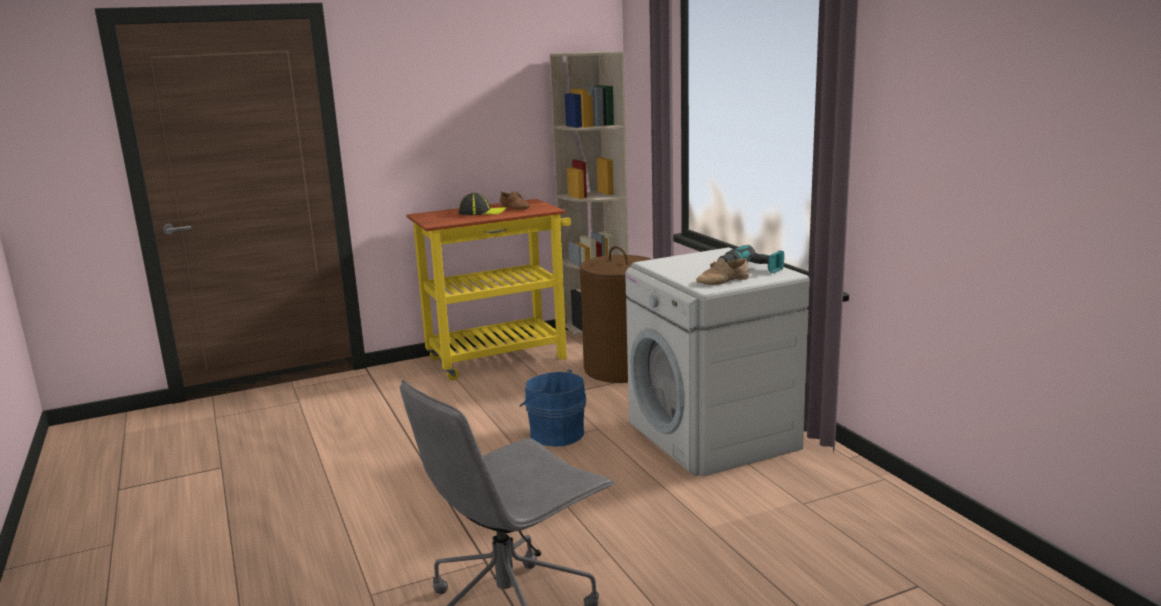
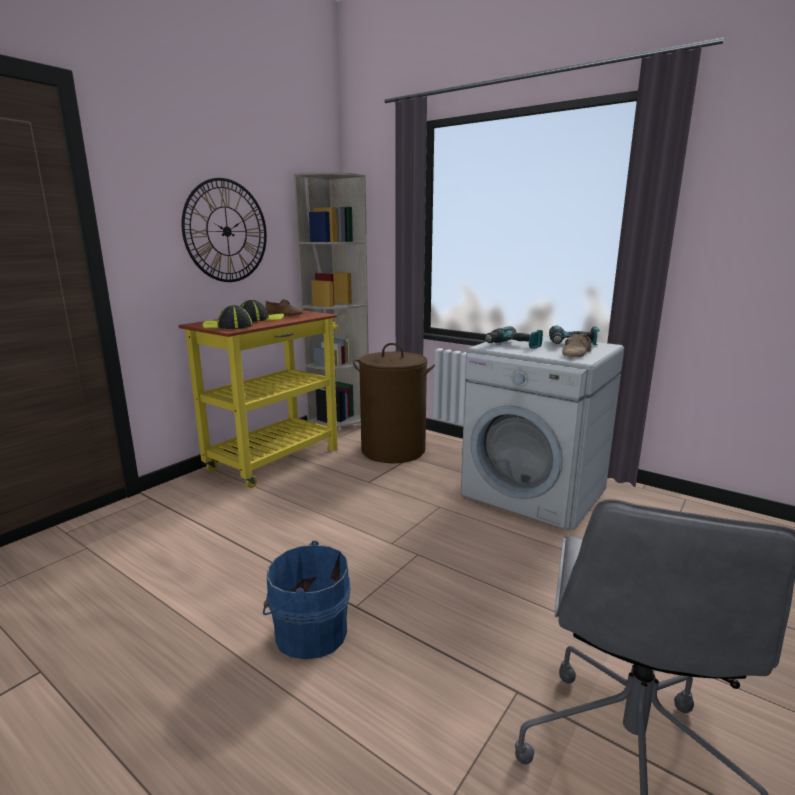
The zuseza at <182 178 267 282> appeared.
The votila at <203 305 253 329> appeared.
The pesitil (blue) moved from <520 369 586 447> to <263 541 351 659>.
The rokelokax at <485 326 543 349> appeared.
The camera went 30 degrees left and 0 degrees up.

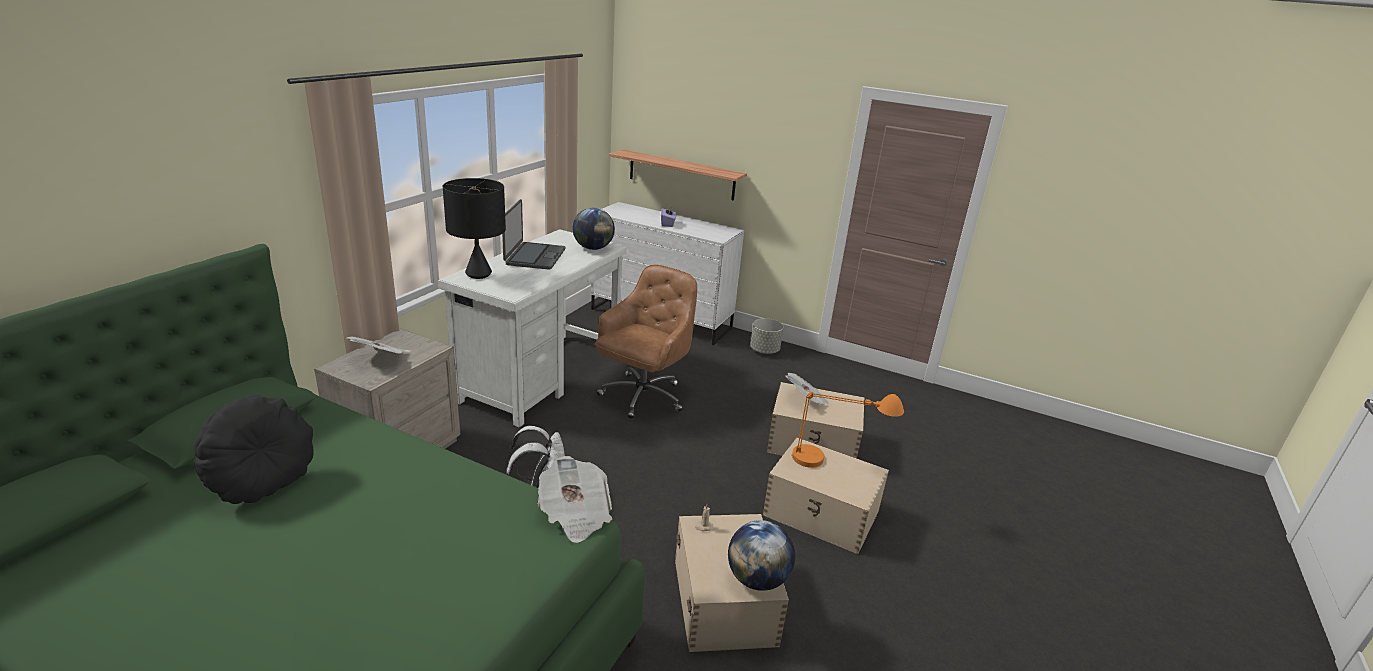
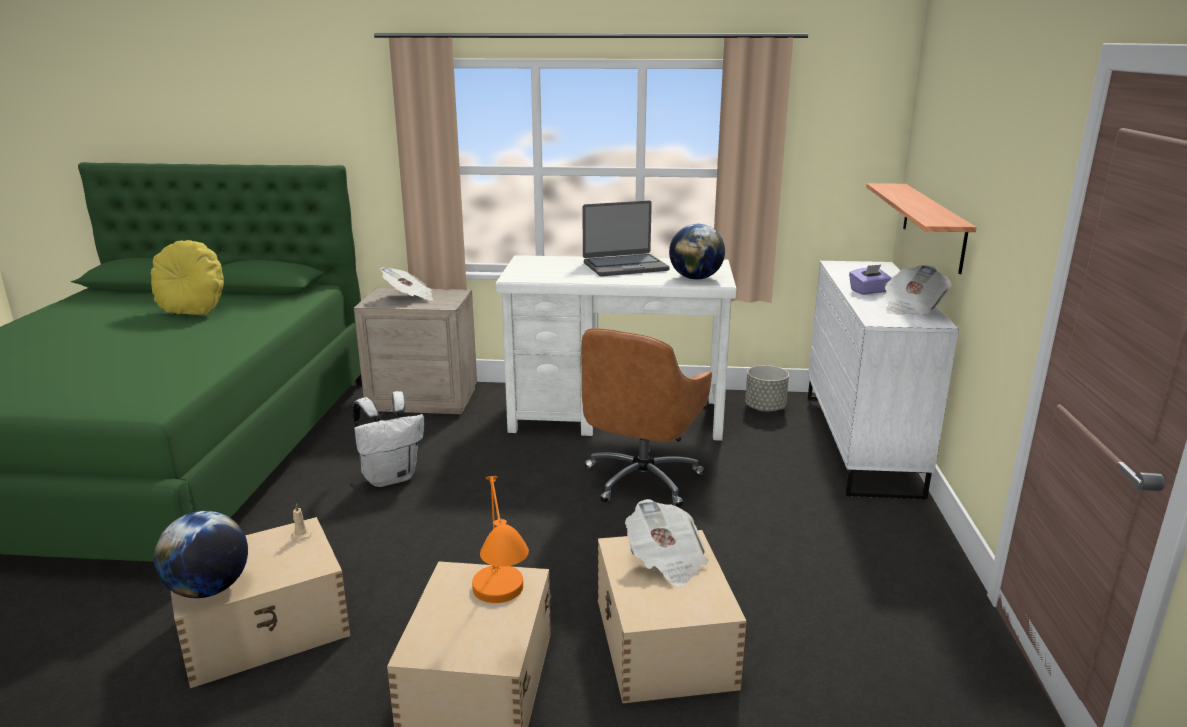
The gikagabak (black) at <193 395 314 504> became the gikagabak (yellow) at <151 240 224 315>.
The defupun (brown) at <595 264 697 419> turned 105 degrees clockwise.
The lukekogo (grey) moved from <750 318 784 354> to <745 365 789 412>.
The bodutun moved from <538 456 612 543> to <884 265 952 315>.
The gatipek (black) at <443 178 506 279> disappeared.
The camera went 70 degrees right and 5 degrees down.

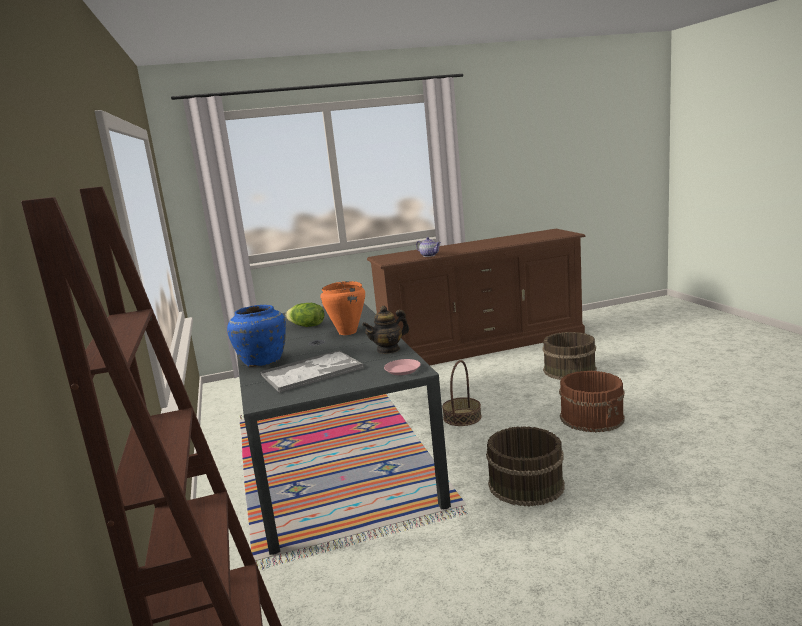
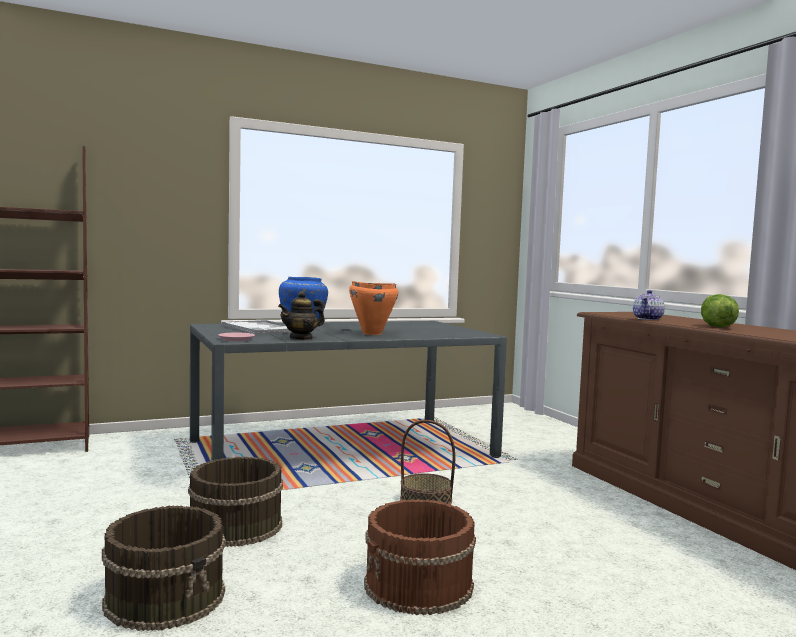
The pesitil (brown) moved from <542 332 597 380> to <102 505 226 631>.
The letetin at <362 306 409 354> turned 90 degrees counterclockwise.
The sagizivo moved from <286 303 324 327> to <701 294 739 327>.
The camera went 80 degrees right and 10 degrees down.

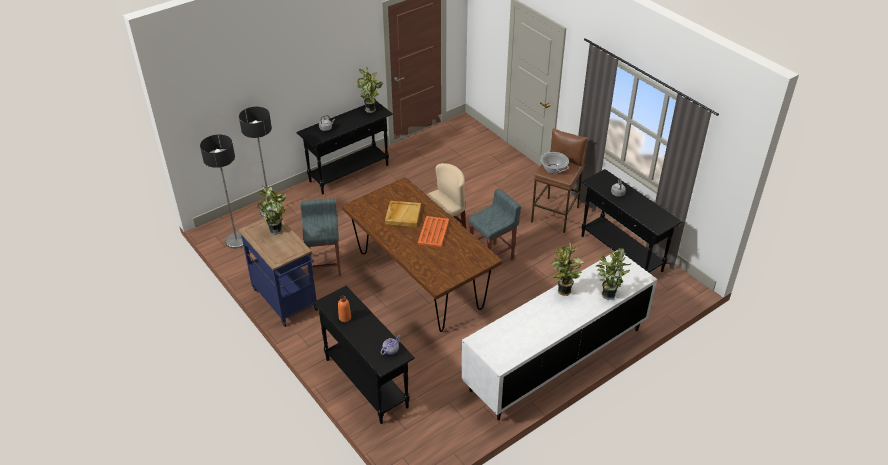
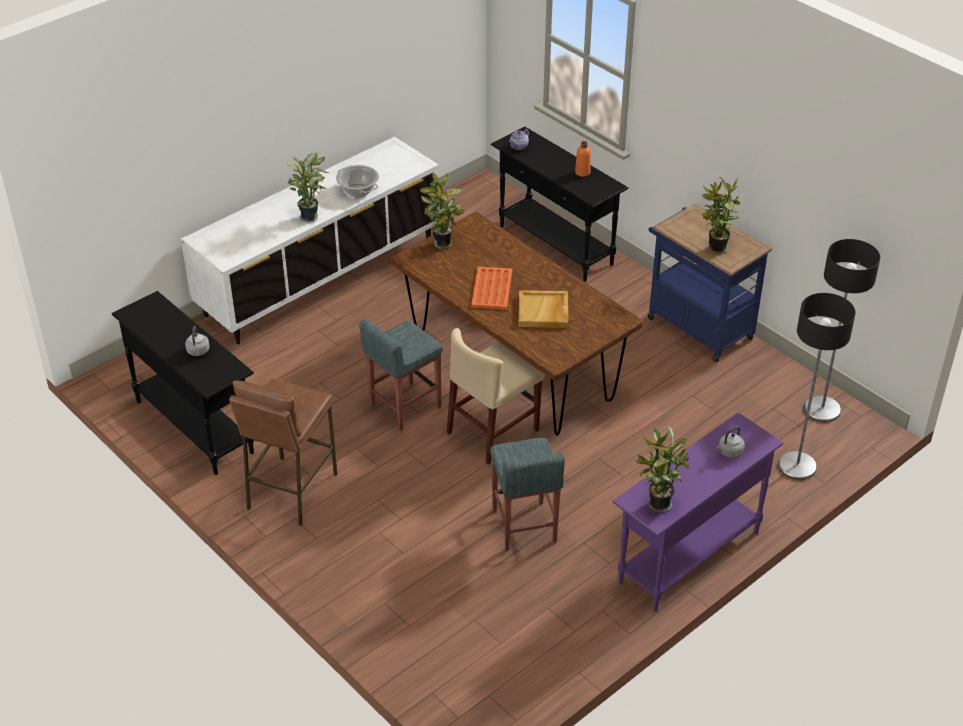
The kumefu moved from <540 152 569 174> to <336 165 379 197>.
The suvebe moved from <595 248 632 300> to <420 173 465 249>.
The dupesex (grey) moved from <300 199 341 276> to <490 438 565 551>.
The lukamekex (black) at <296 101 393 194> became the lukamekex (purple) at <612 413 784 612>.
The camera went 175 degrees right and 0 degrees up.

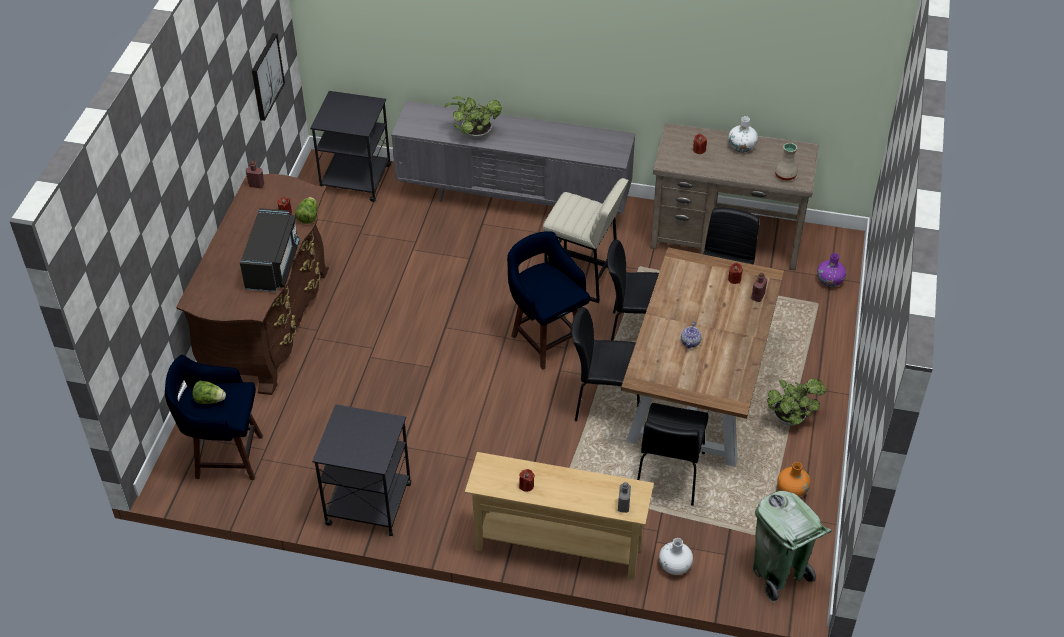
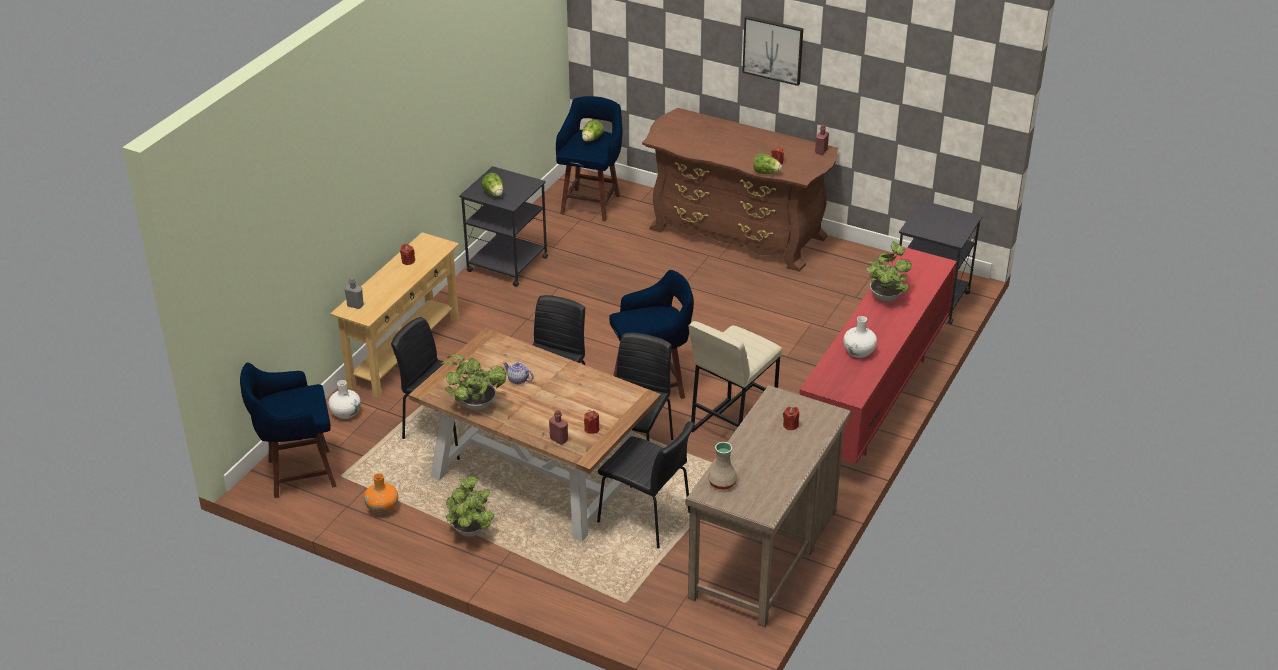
The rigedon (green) at <752 491 832 603> was replaced by the dupesex (blue) at <240 362 336 498>.
The suvebe at <441 354 506 411> appeared.
The sagizivo at <482 173 503 197> appeared.
The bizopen moved from <252 33 285 121> to <742 16 803 86>.
The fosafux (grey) at <391 101 635 214> became the fosafux (red) at <799 246 957 464>.
The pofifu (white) moved from <728 116 758 153> to <843 316 877 358>.
The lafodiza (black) at <240 208 300 292> disappeared.
The pofifu (purple) at <817 253 846 287> disappeared.
The camera went 105 degrees right and 10 degrees down.

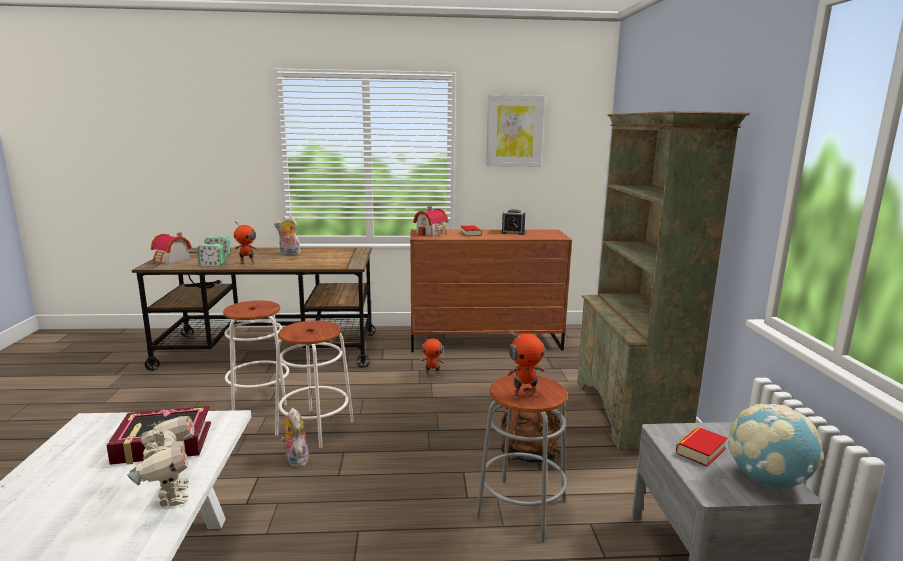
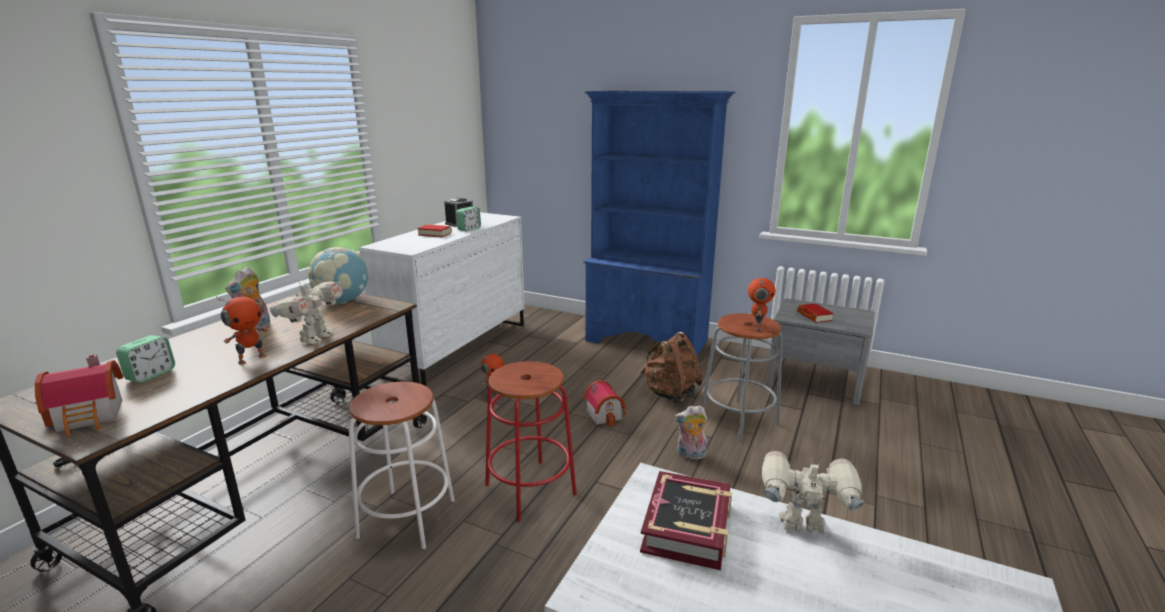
The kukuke at <269 278 343 344> appeared.
The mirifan moved from <728 404 823 488> to <308 247 369 304>.
The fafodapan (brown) at <410 229 572 352> became the fafodapan (white) at <359 212 525 386>.
The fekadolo moved from <197 244 225 267> to <456 207 481 231>.
The dupesex (white) at <275 320 354 448> became the dupesex (red) at <485 361 577 521>.
The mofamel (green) at <577 111 750 450> became the mofamel (blue) at <584 91 735 355>.
The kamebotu moved from <413 206 448 236> to <584 380 627 426>.
The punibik moved from <281 408 309 467> to <674 405 707 459>.
The bizopen at <486 95 545 167> disappeared.
The camera went 60 degrees left and 5 degrees up.

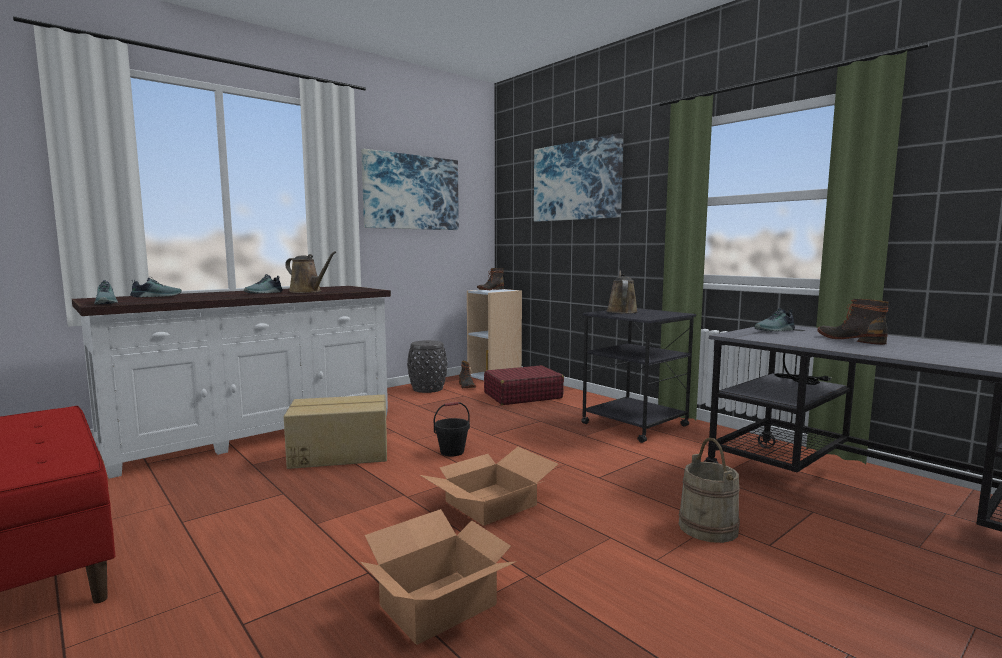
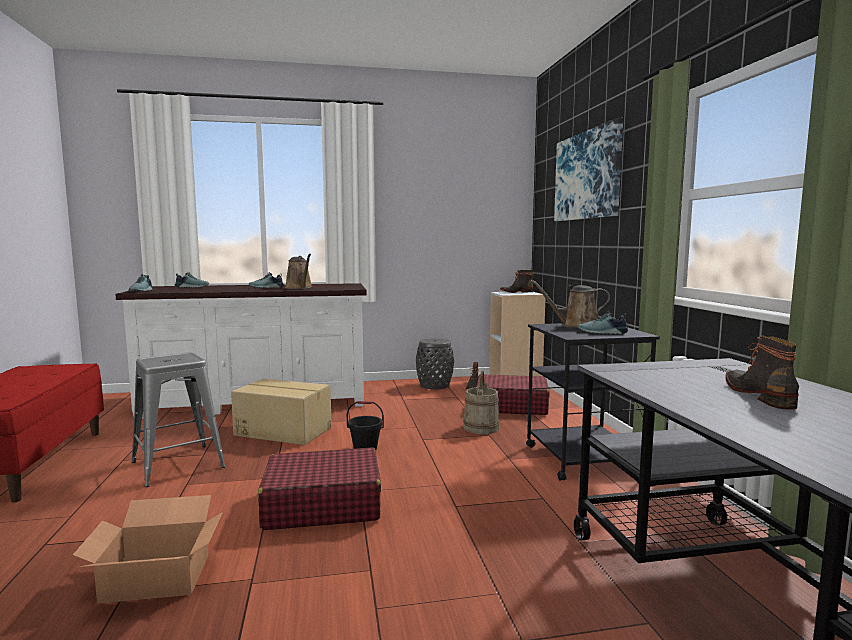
The dupesex (grey) at <132 352 225 487> appeared.
The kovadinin at <420 447 558 526> was replaced by the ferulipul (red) at <258 447 381 530>.
The pesitil (beige) moved from <679 438 740 543> to <463 370 500 434>.
The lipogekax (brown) at <607 270 637 313> turned 120 degrees counterclockwise.
The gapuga moved from <754 308 795 332> to <578 311 628 334>.
The bizopen at <361 149 459 230> disappeared.
The camera went 30 degrees right and 0 degrees up.

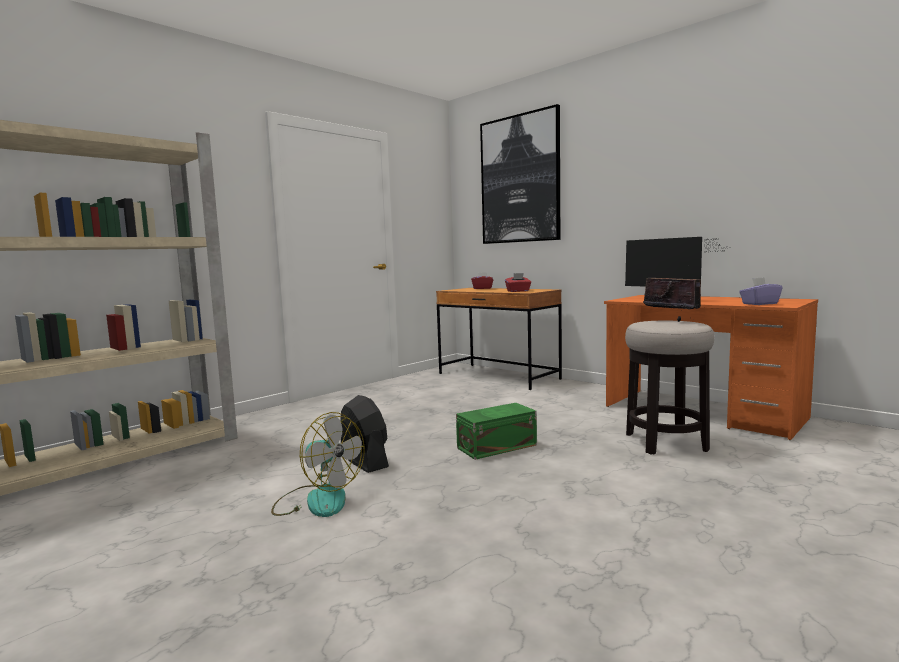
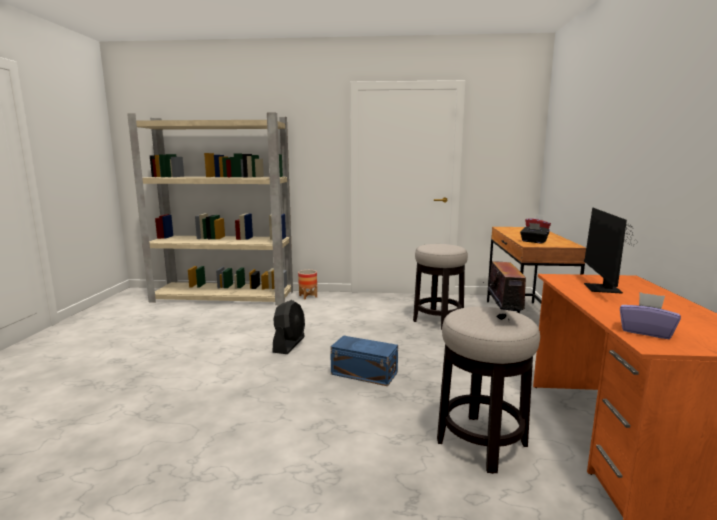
The lukekogo at <298 270 317 300> appeared.
The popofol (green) at <456 403 537 460> became the popofol (blue) at <330 336 398 386>.
The dupesex at <413 244 468 330> appeared.
The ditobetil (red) at <505 273 531 292> became the ditobetil (black) at <520 223 550 243>.
The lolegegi at <271 412 364 517> disappeared.
The bizopen at <480 104 560 244> disappeared.
The camera went 50 degrees right and 5 degrees up.

